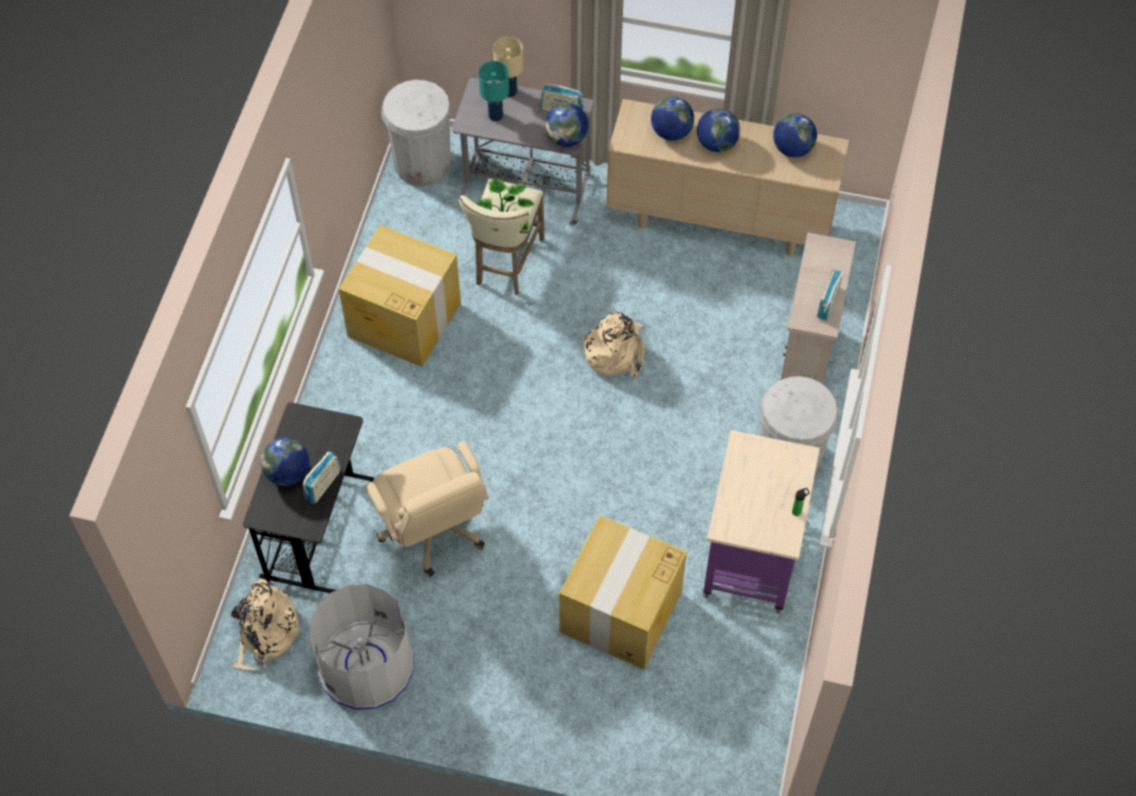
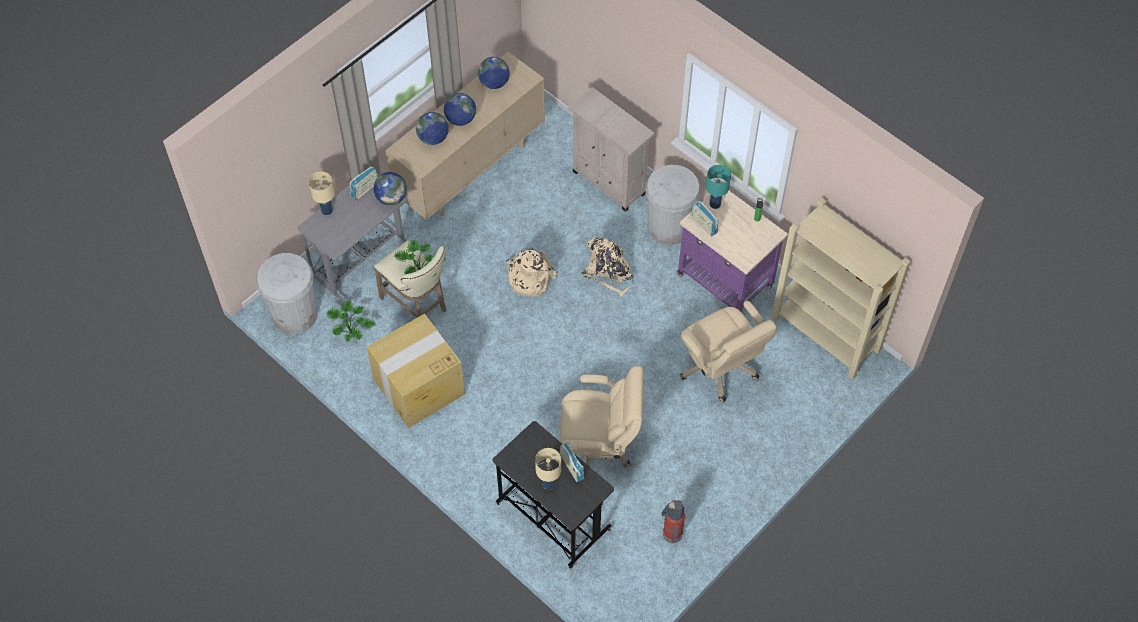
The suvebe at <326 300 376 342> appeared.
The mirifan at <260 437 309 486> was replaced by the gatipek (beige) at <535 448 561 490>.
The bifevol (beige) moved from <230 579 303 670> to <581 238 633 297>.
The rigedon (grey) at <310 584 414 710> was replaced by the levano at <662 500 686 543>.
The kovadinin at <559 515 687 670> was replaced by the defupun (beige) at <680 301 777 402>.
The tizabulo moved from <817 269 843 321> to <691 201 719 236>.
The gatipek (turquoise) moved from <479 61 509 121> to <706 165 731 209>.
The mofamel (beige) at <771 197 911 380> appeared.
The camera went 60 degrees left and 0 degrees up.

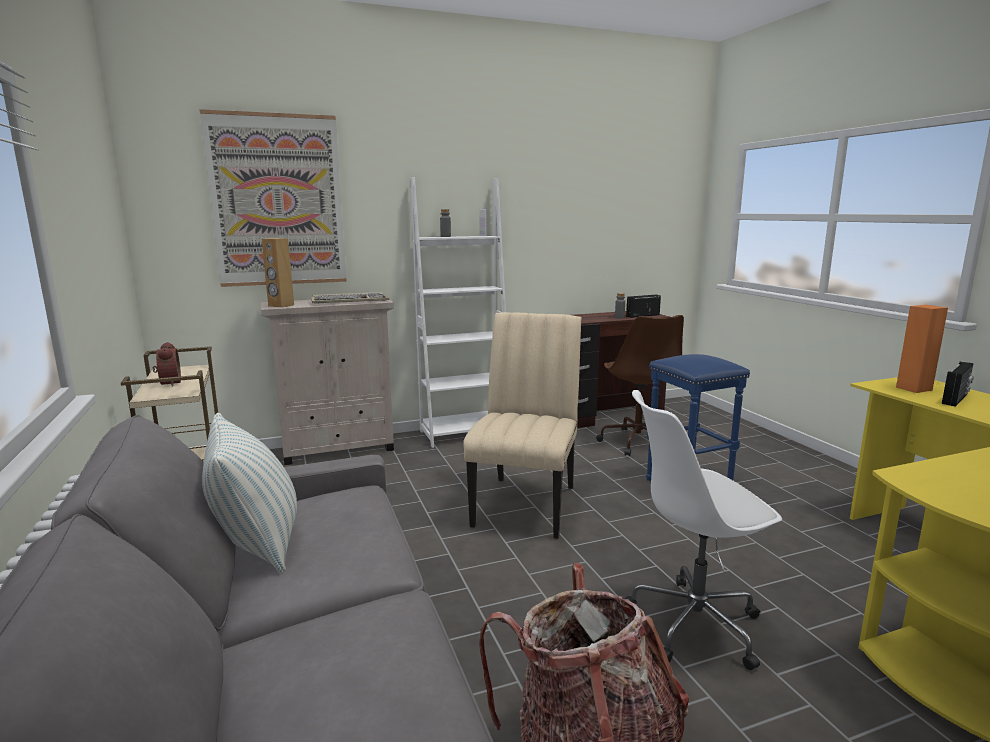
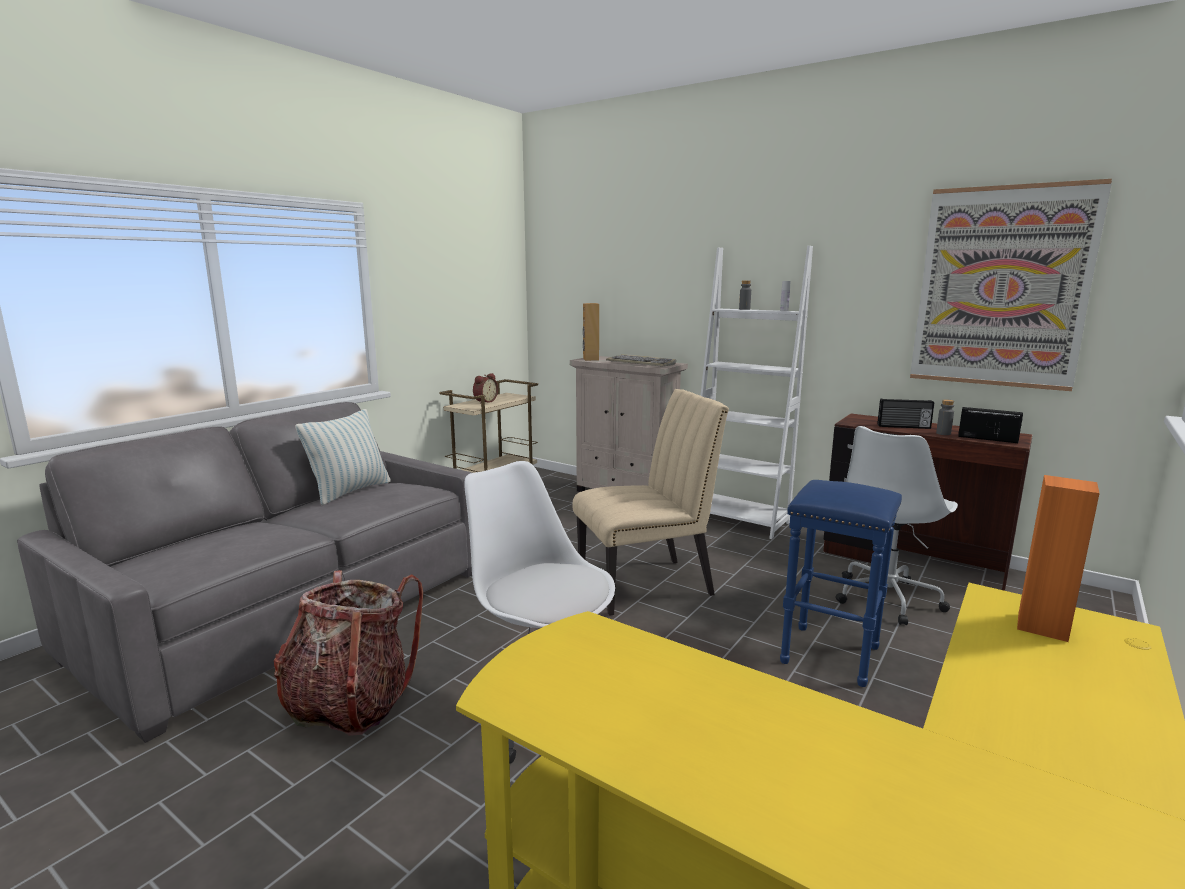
The defupun (brown) at <596 315 684 456> became the defupun (white) at <835 426 958 625>.
The tizabulo moved from <942 362 974 407> to <877 399 934 429>.
The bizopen moved from <200 109 347 287> to <910 179 1112 391>.
The camera went 55 degrees right and 0 degrees up.

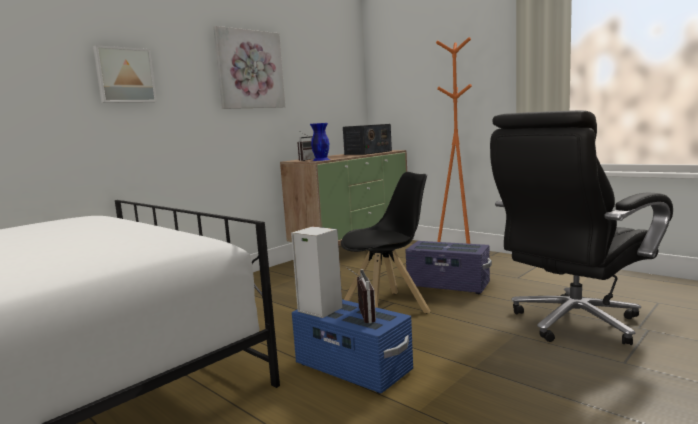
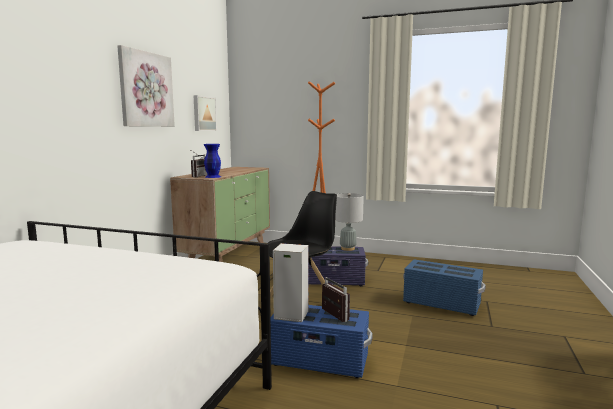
The bizopen moved from <93 45 157 103> to <193 95 217 131>.
The gatipek (grey) at <335 193 364 251> appeared.
The defupun (black) at <490 110 673 345> was replaced by the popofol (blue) at <403 259 486 316>.
The tizabulo at <343 124 392 155> disappeared.
The camera went 25 degrees left and 0 degrees up.

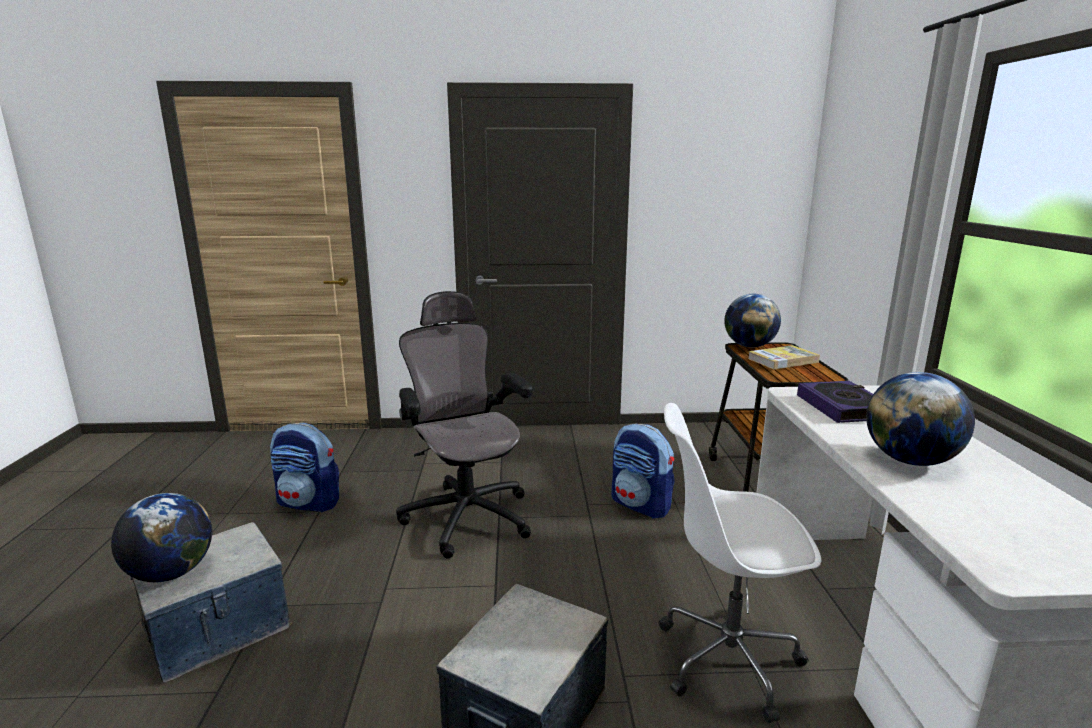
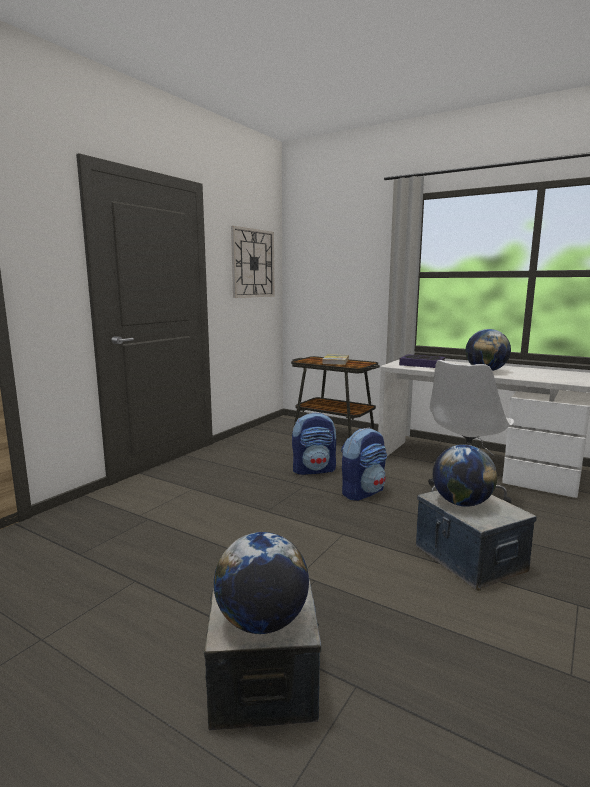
The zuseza at <231 226 275 298> appeared.
The bifevol moved from <270 422 339 513> to <341 428 387 501>.
The mirifan moved from <724 294 781 347> to <433 445 497 507>.
The defupun at <396 291 533 558> disappeared.
The camera went 55 degrees left and 5 degrees down.

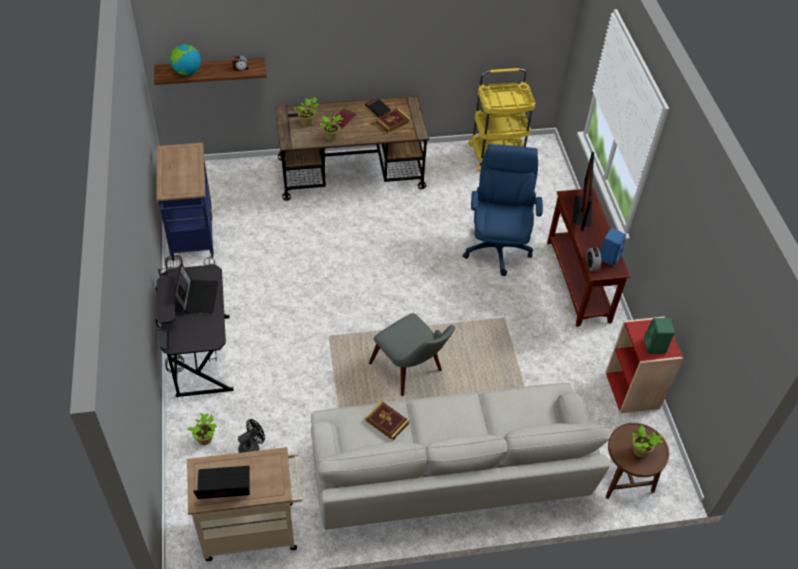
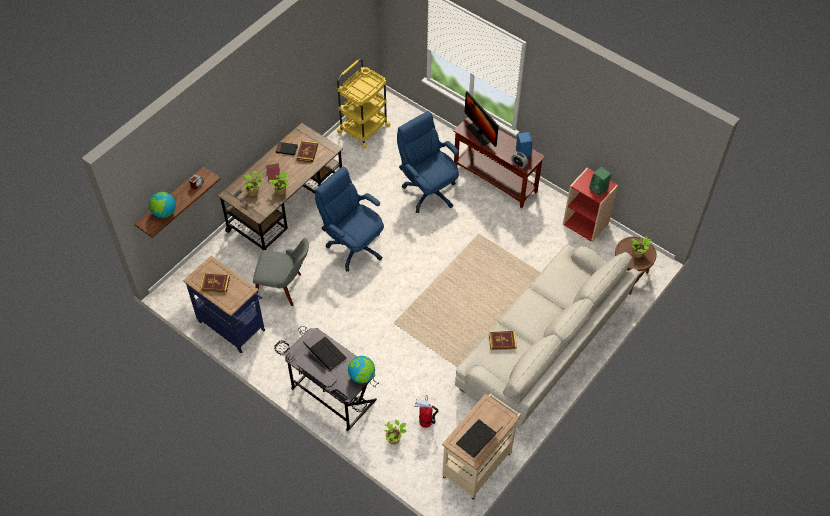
The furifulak at <200 274 230 293> appeared.
The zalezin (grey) moved from <369 313 455 396> to <253 238 309 306>.
The defupun (blue) at <315 167 384 272> appeared.
The mirifan at <348 356 375 383> appeared.
The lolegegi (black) at <238 419 265 453> was replaced by the levano at <414 395 439 428>.
The camera went 40 degrees left and 5 degrees up.

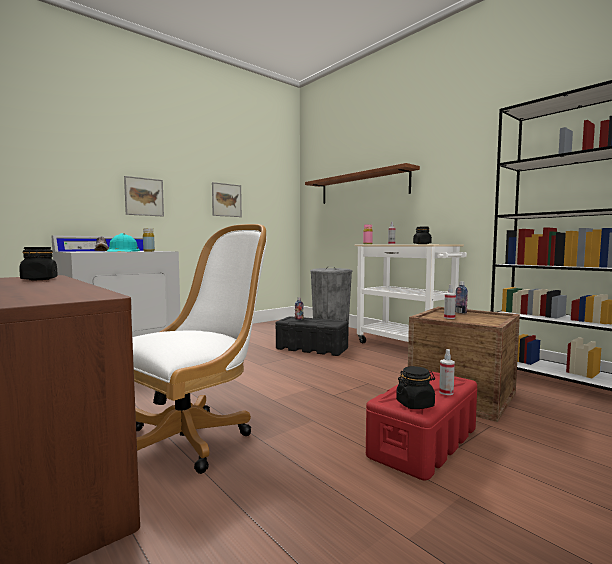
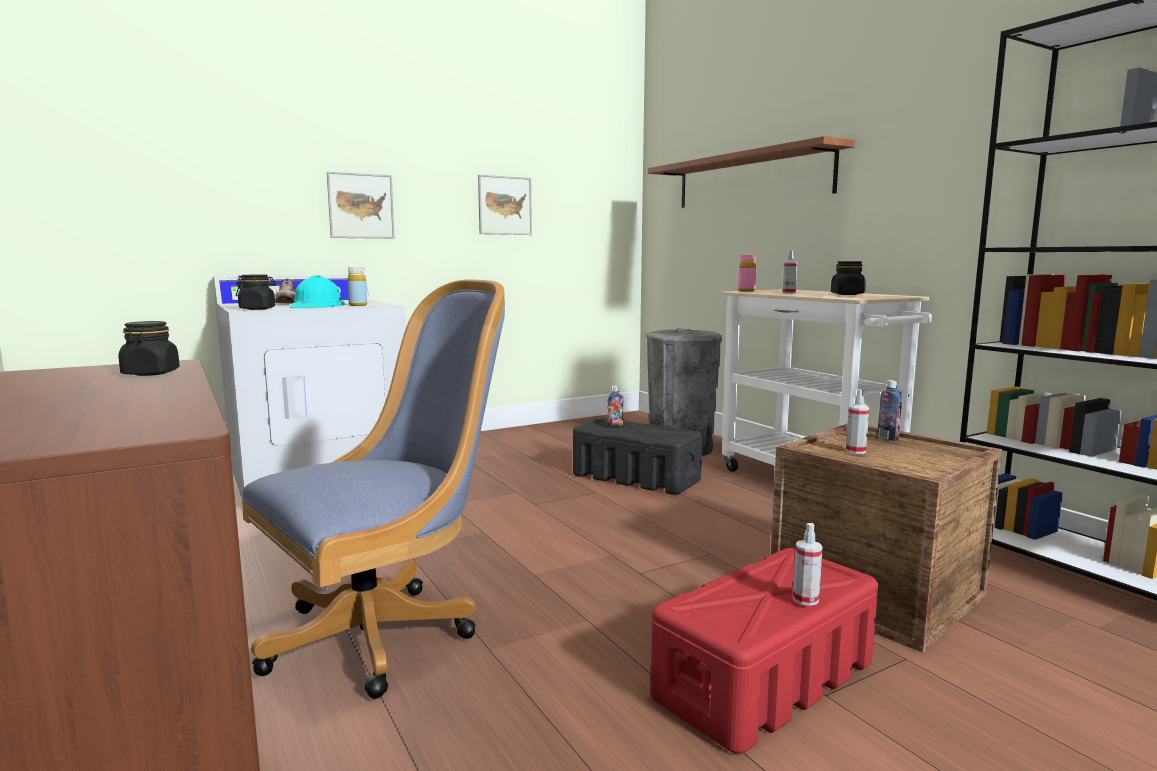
The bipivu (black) moved from <396 366 435 409> to <236 275 277 310>.
The defupun (white) at <132 224 267 474> became the defupun (blue) at <242 279 505 699>.
The camera went 10 degrees right and 5 degrees up.

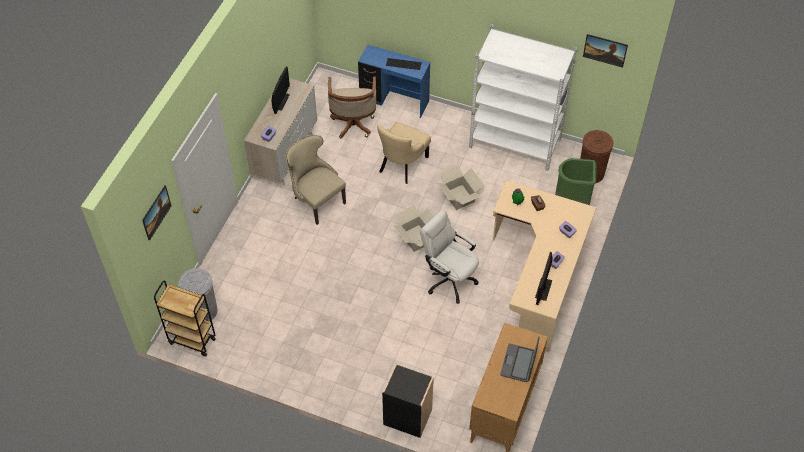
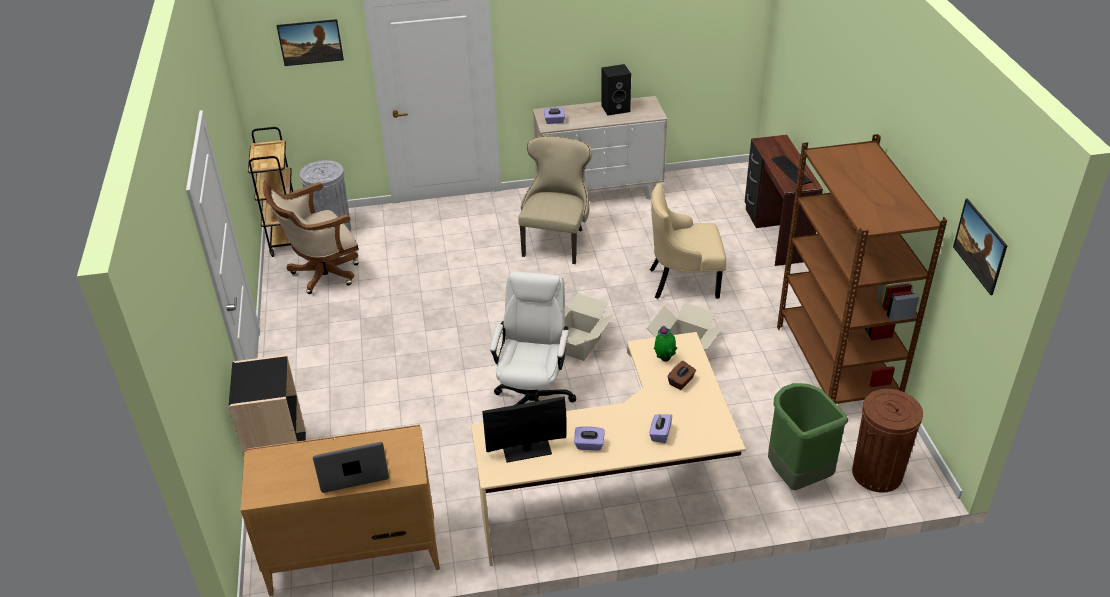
The defupun moved from <328 77 376 138> to <263 179 359 294>.
The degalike at <271 67 290 114> was replaced by the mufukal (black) at <601 64 631 116>.
The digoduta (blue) at <358 45 430 118> became the digoduta (brown) at <745 135 823 266>.
The mofamel (white) at <469 24 577 171> became the mofamel (brown) at <777 134 947 404>.
The camera went 60 degrees right and 15 degrees down.

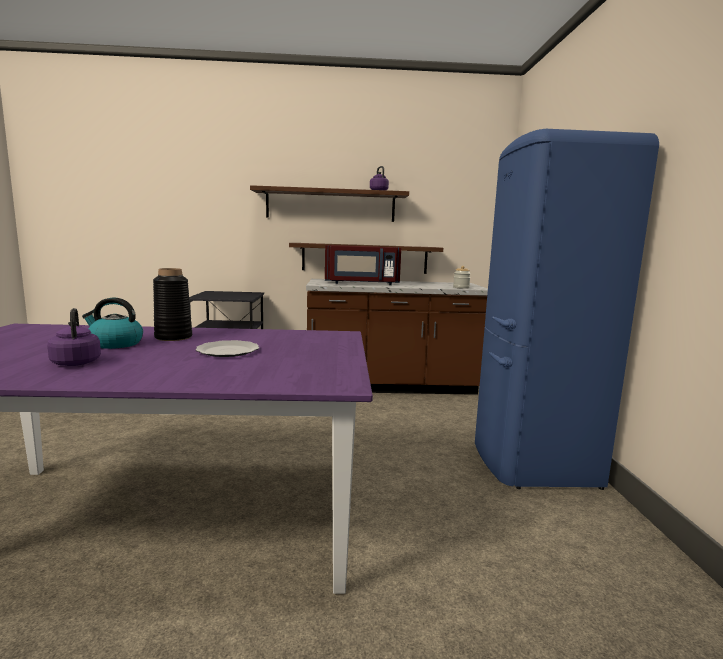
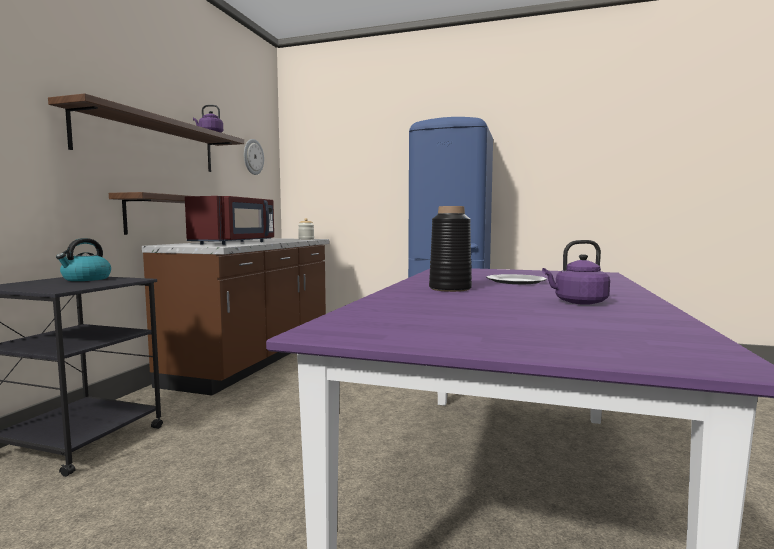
The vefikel moved from <82 298 143 349> to <56 238 111 281>.
The zuseza at <244 139 264 175> appeared.
The camera went 70 degrees left and 5 degrees down.

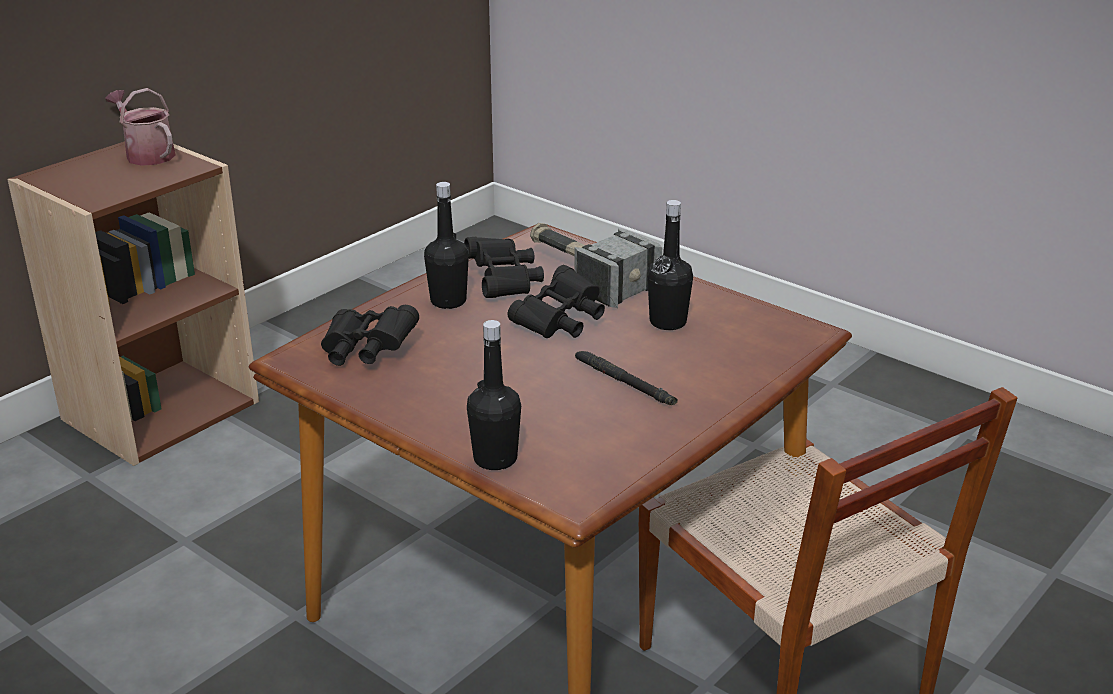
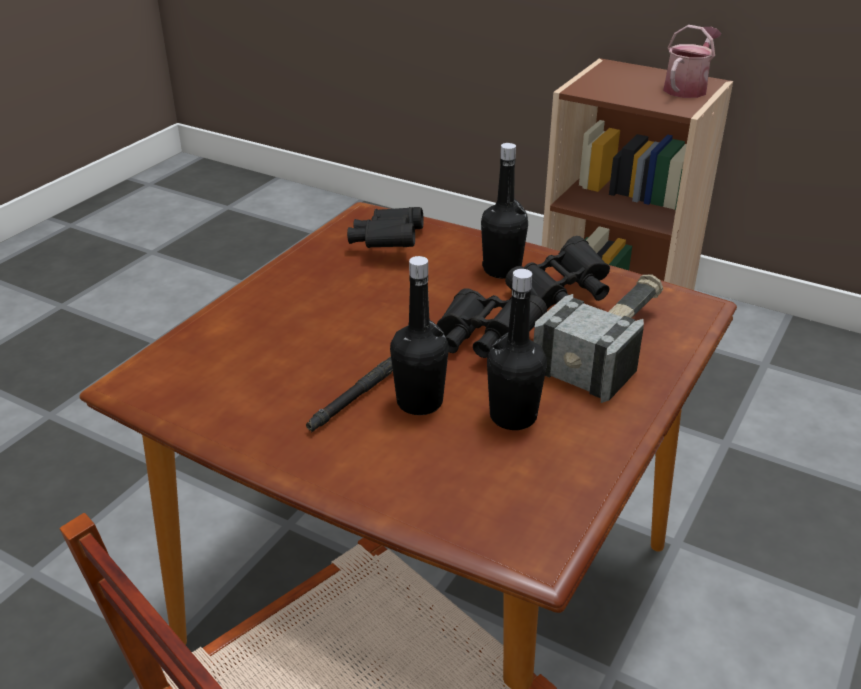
The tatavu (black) moved from <467 320 521 470> to <390 256 449 415>.
The camera went 80 degrees right and 5 degrees up.

